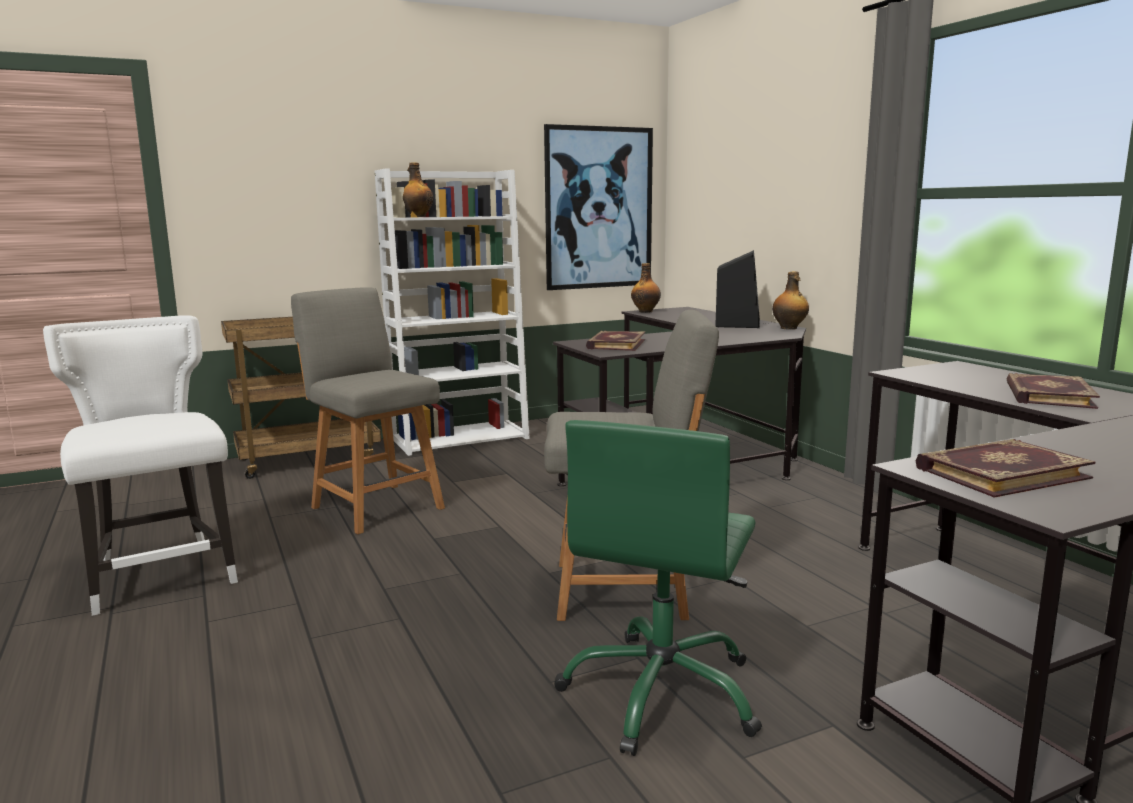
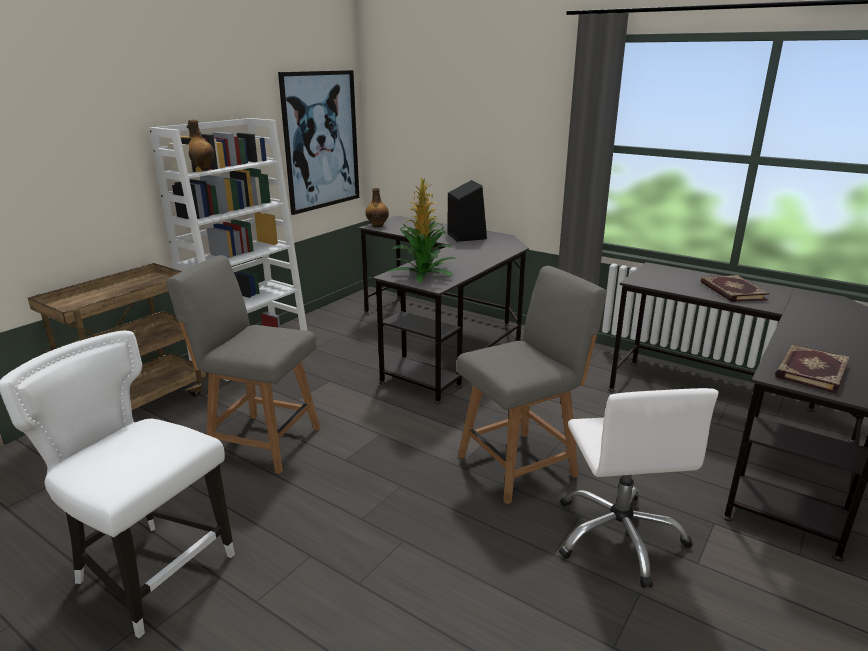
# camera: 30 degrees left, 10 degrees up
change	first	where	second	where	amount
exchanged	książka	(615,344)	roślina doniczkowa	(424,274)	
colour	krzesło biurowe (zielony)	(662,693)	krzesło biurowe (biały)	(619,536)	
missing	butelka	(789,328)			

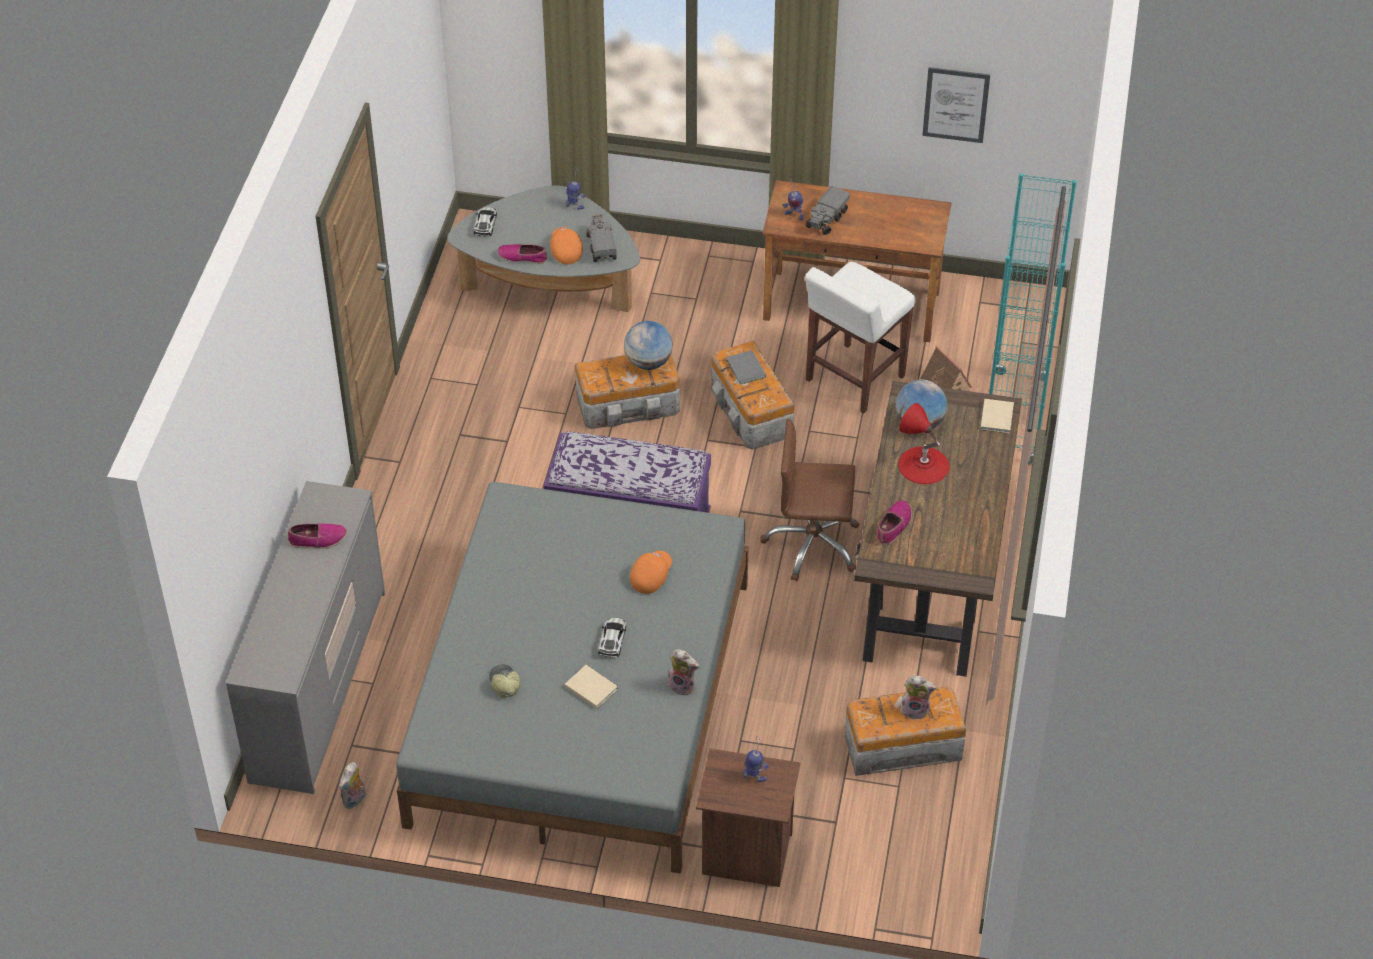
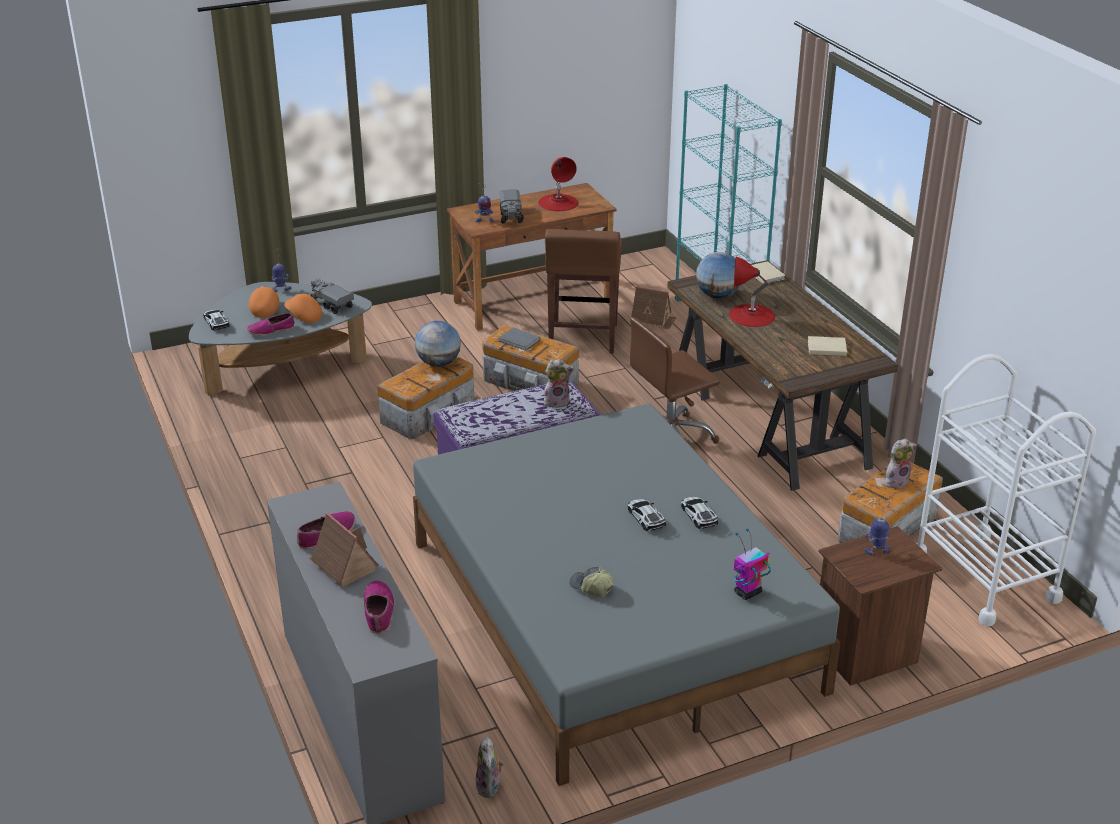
# camera: 35 degrees left, 15 degrees down
change	first	where	second	where	amount
relocated	czapka z daszkiem (pomarańczowy)	(650,577)		(264,308)	
appeared			domek	(343,565)	
relocated	but	(893,526)		(379,611)	
appeared			lampa stołowa (czerwony)	(558,202)	
relocated	pluszak	(683,685)		(557,401)	
colour	stołek (biały)	(854,379)	stołek (brązowy)	(583,338)	
appeared			samochodzik	(698,515)	
appeared			robot zabawkowy	(747,593)	
relocated	książka (beżowy)	(590,687)		(825,347)	
appeared			wózek (biały)	(984,577)	
missing	obraz	(956,104)			

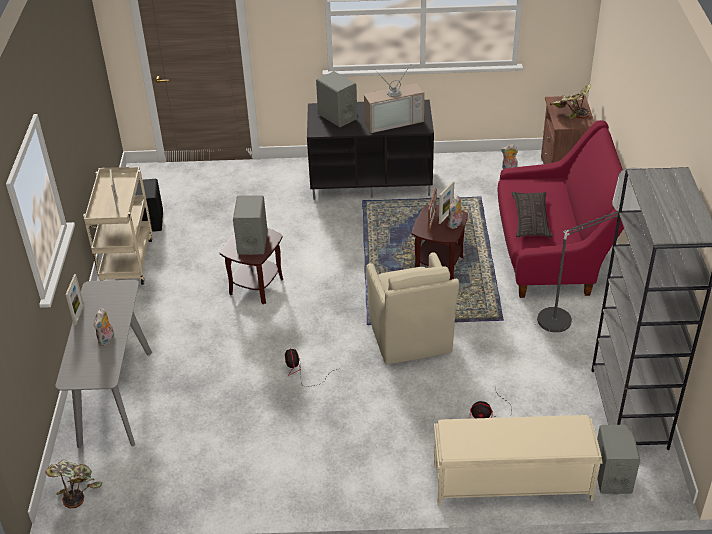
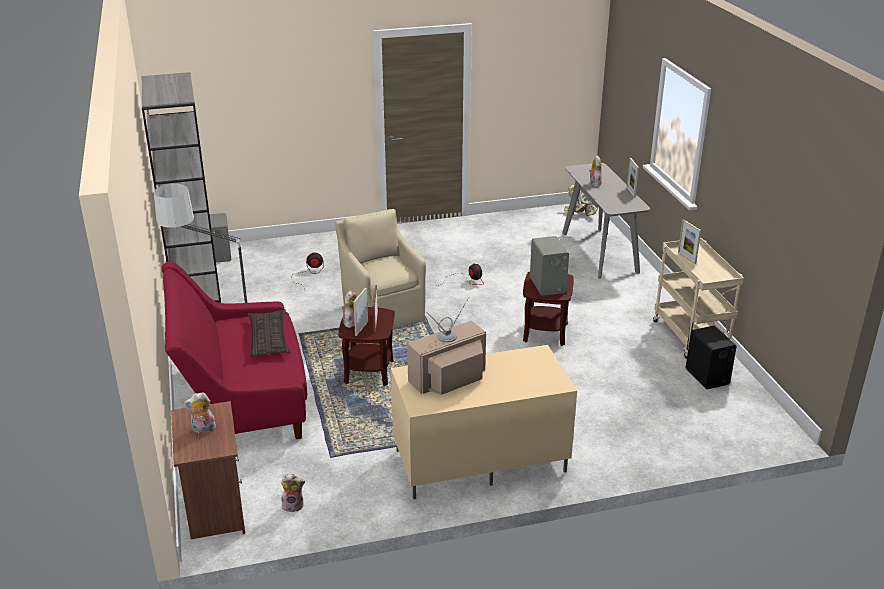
# camera: 165 degrees right, 10 degrees down
change	first	where	second	where	amount
exchanged	roślina doniczkowa	(570,112)	pluszak	(203,429)	
colour	szafka pod telewizor (czarny)	(371,180)	szafka pod telewizor (beżowy)	(479,462)	
missing	głośnik (szary)	(337,116)			
missing	ławka (beżowy)	(510,482)			

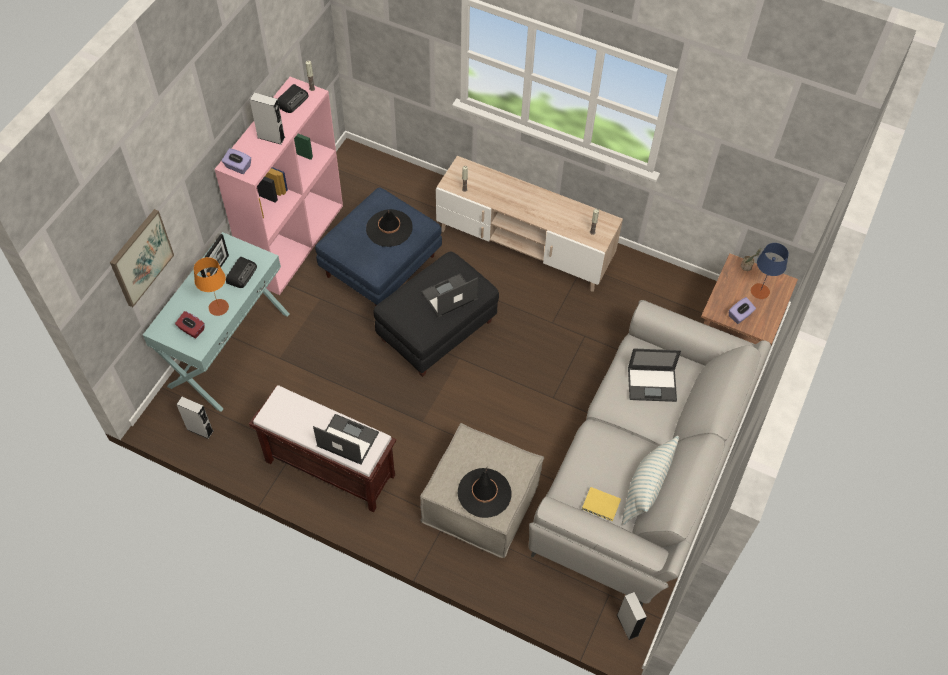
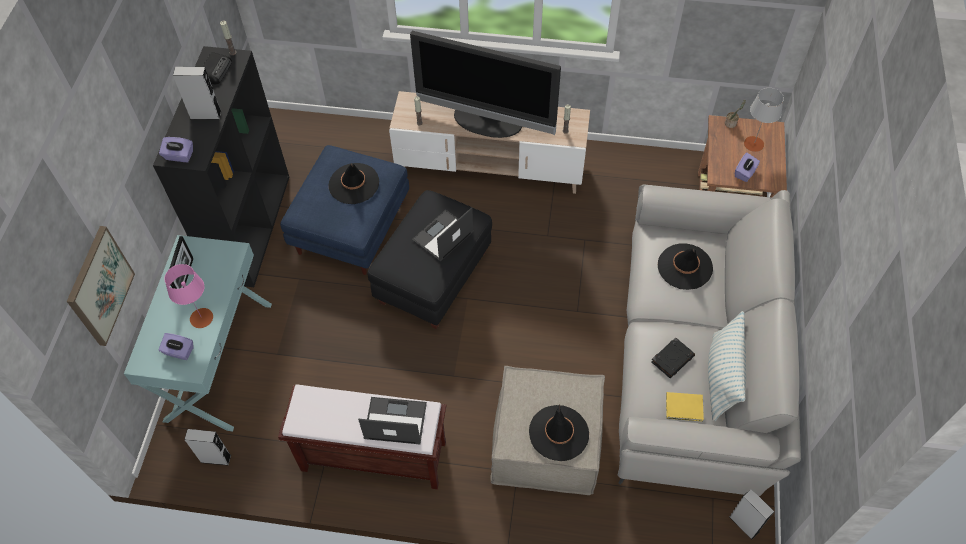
# camera: 15 degrees left, 0 degrees up
change	first	where	second	where	amount
colour	regał (różowy)	(294,241)	regał (czarny)	(250,226)	
colour	pudełko chusteczek (czerwony)	(191,330)	pudełko chusteczek (fioletowy)	(179,351)	
colour	lampa stołowa (pomarańczowy)	(218,307)	lampa stołowa (różowy)	(201,318)	
appeared			telewizor	(486,122)	
appeared			książka (czarny)	(672,359)	
exchanged	laptop	(652,384)	kapelusz (czarny)	(684,267)	
colour	lampa stołowa (niebieski)	(760,291)	lampa stołowa (szary)	(754,144)	
missing	radio	(242,274)			

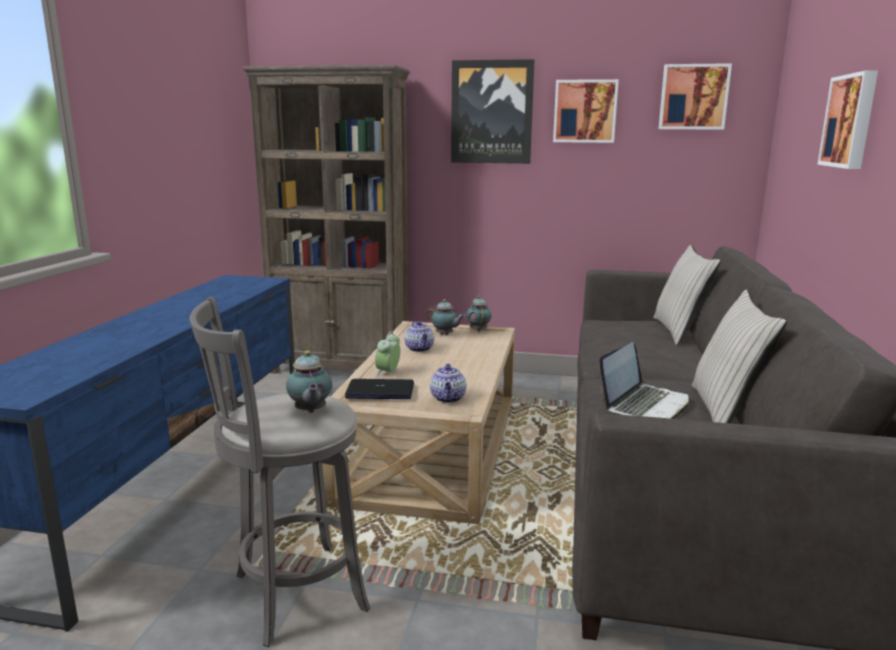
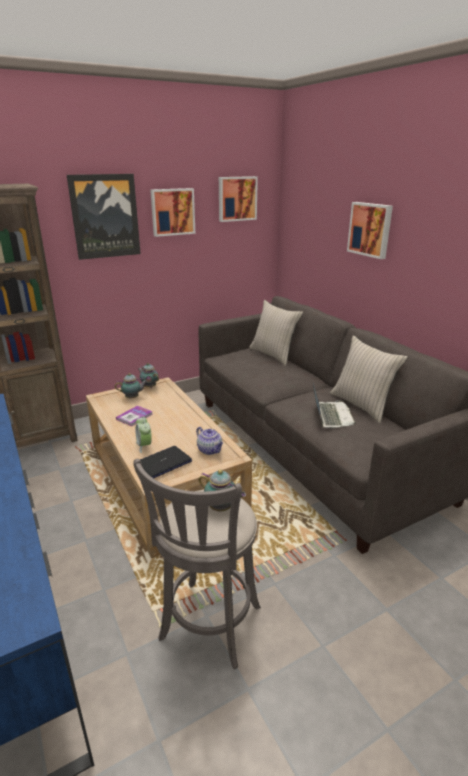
# camera: 40 degrees left, 10 degrees up
change	first	where	second	where	amount
exchanged	imbryk	(420,349)	książka	(134,416)	

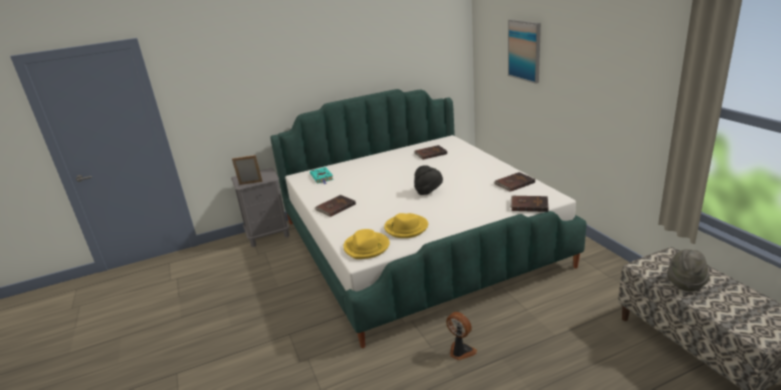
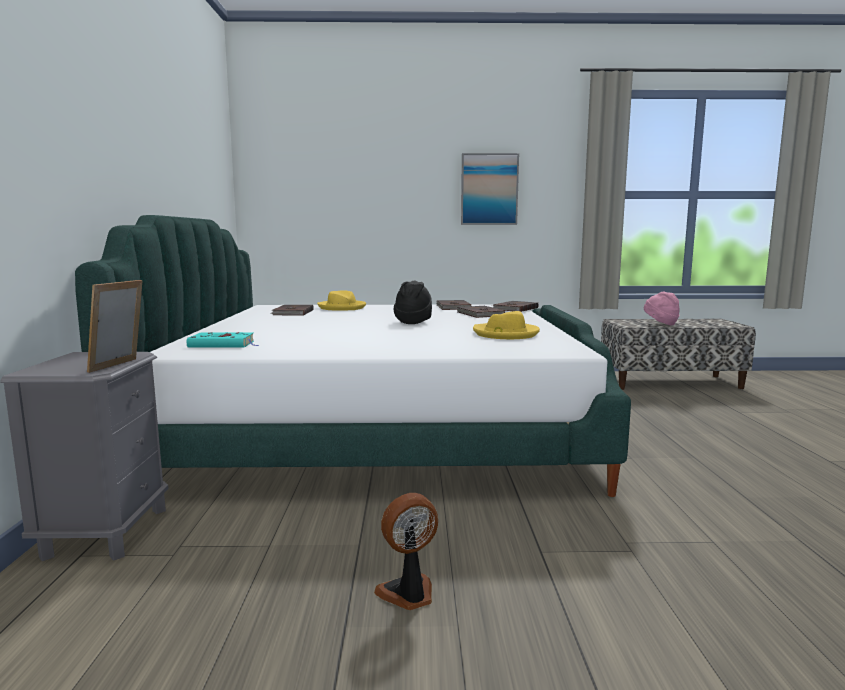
# camera: 70 degrees left, 15 degrees down
change	first	where	second	where	amount
relocated	kapelusz (żółty)	(367,247)		(342,307)	
relocated	wentylator	(460,352)		(408,594)	
relocated	książka (brązowy)	(335,207)		(479,314)	
relocated	obraz	(524,50)		(489,189)	
colour	kapelusz (szary)	(685,282)	kapelusz (różowy)	(660,324)	

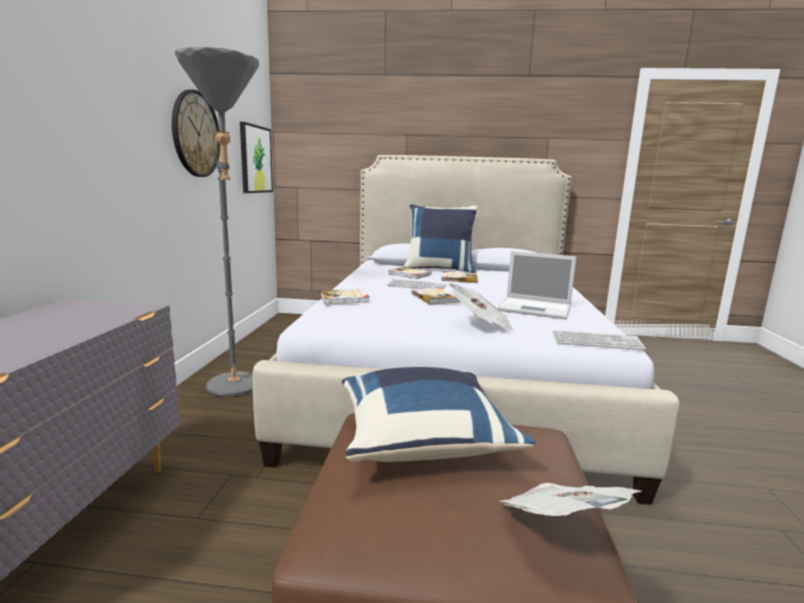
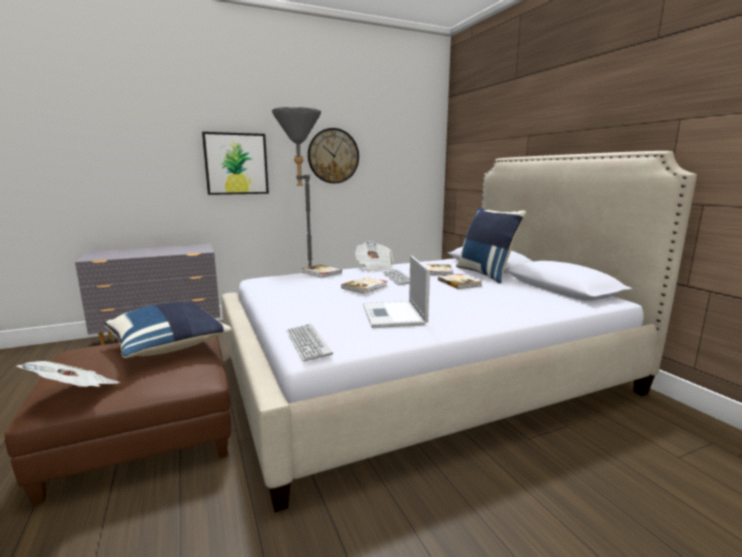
# camera: 60 degrees right, 0 degrees up
change	first	where	second	where	amount
relocated	obraz	(255,159)		(236,164)	
relocated	gazeta	(481,324)		(374,267)	

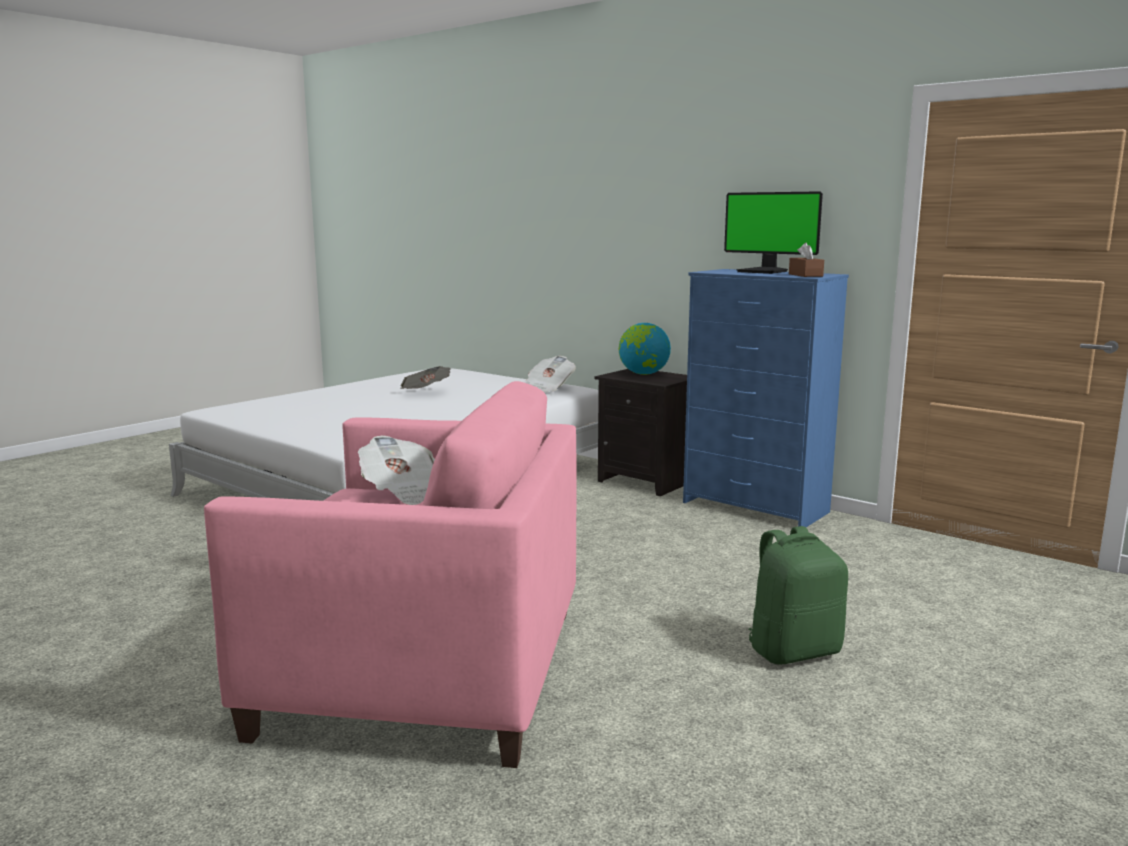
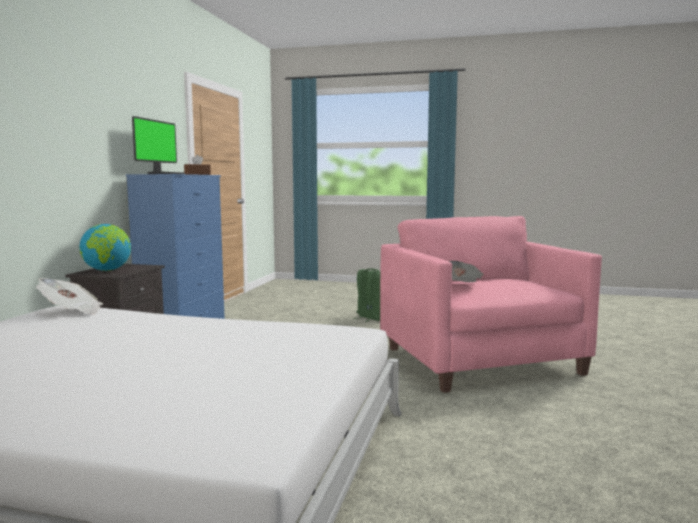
# camera: 115 degrees left, 5 degrees down
change	first	where	second	where	amount
missing	gazeta	(425,392)			

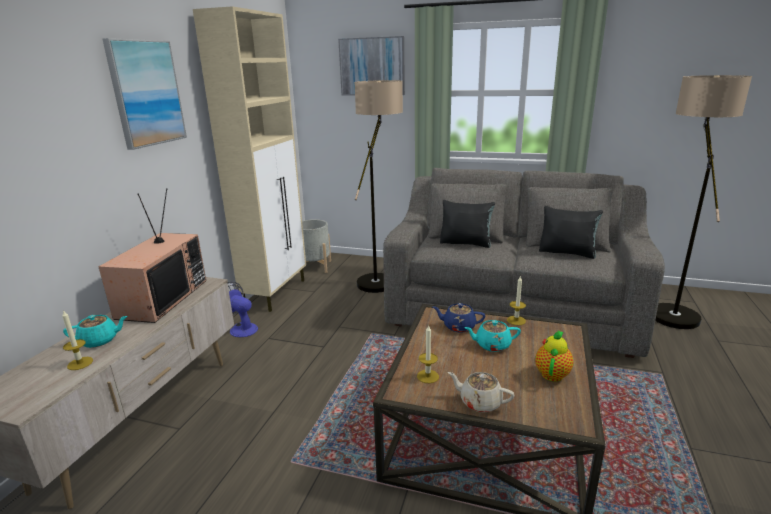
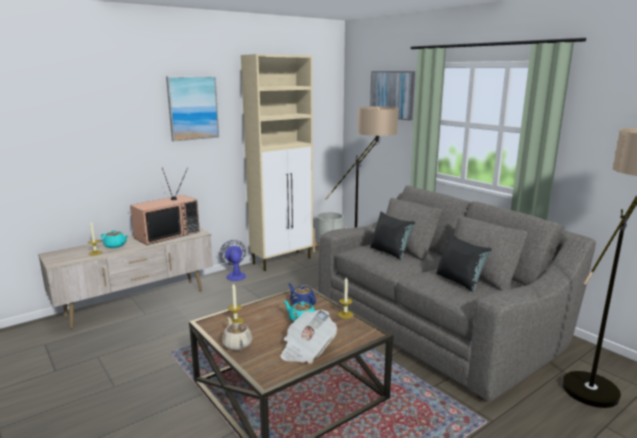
# camera: 35 degrees right, 5 degrees down
change	first	where	second	where	amount
exchanged	imbryk	(552,373)	gazeta	(307,350)	

